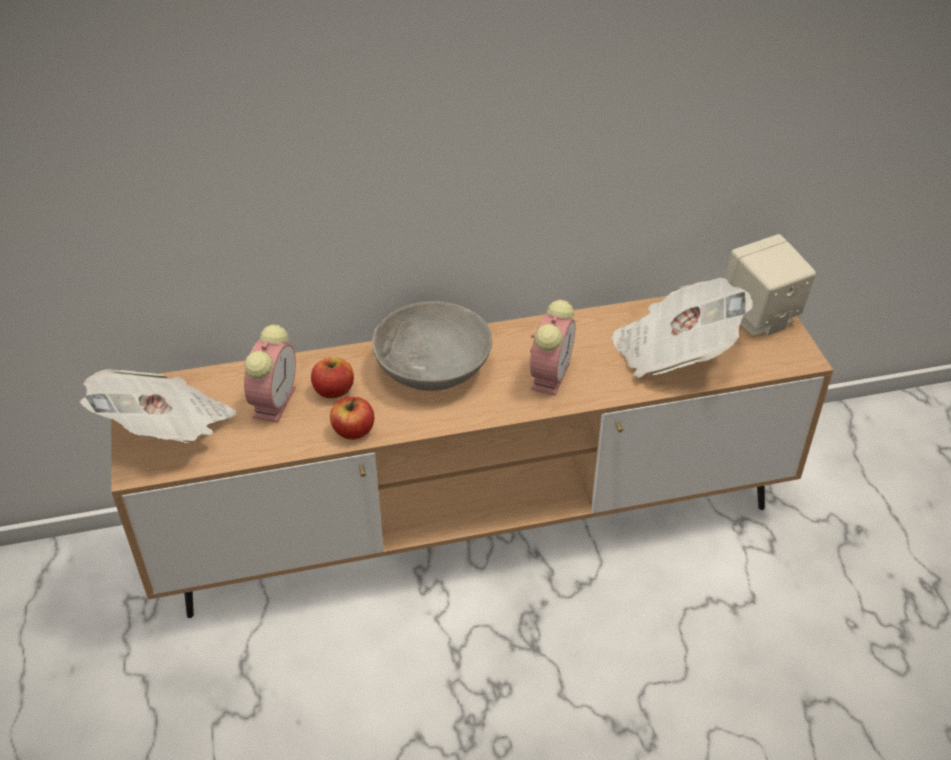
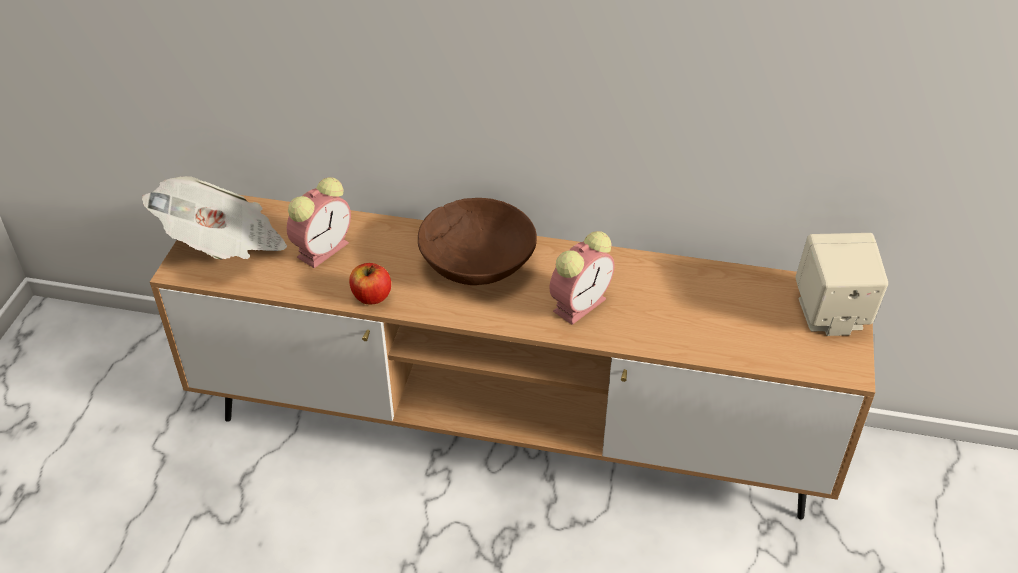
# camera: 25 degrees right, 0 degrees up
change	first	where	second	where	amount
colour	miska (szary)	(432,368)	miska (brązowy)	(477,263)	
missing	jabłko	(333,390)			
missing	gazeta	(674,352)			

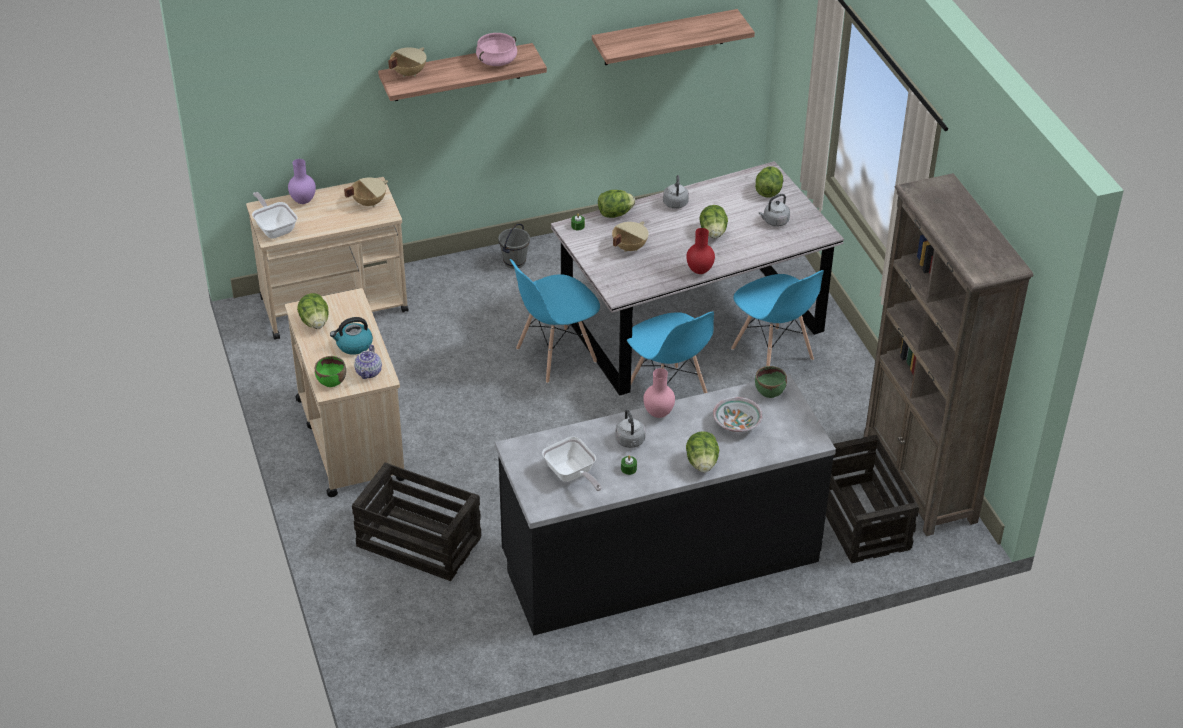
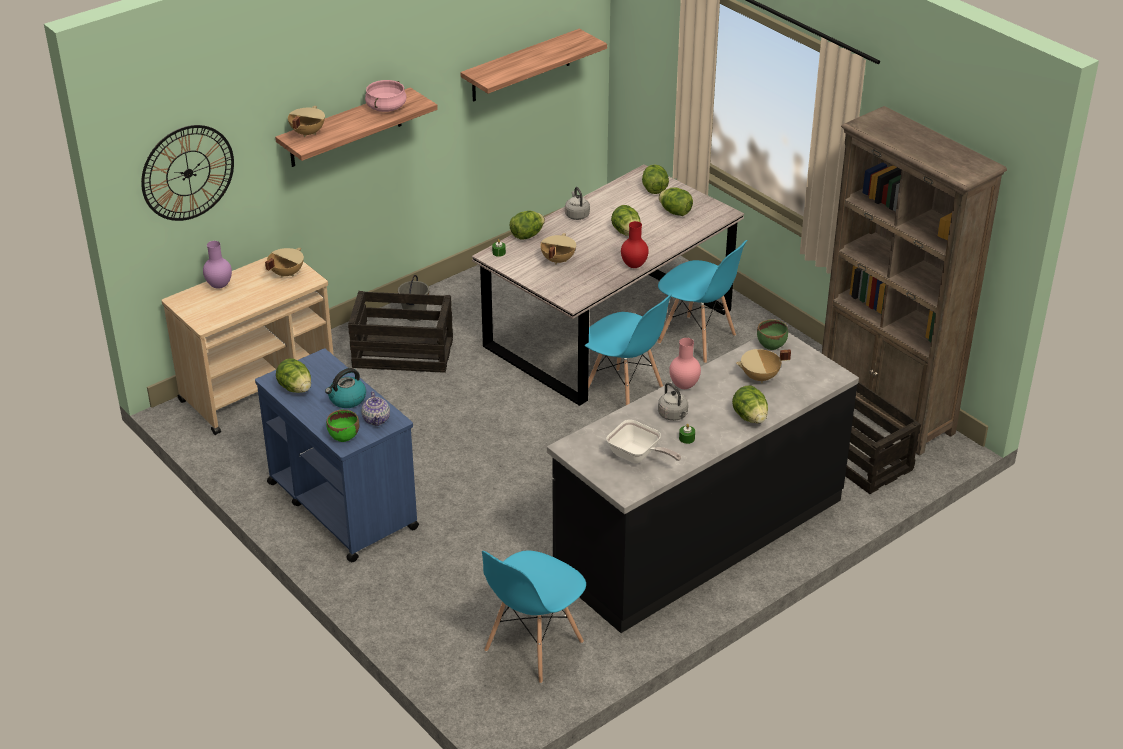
# camera: 20 degrees left, 5 degrees down
change	first	where	second	where	amount
appeared			zegar ścienny	(188,173)	
colour	wózek (beżowy)	(350,438)	wózek (niebieski)	(341,504)	
relocated	skrzynka	(418,542)		(402,353)	
relocated	krzesło (niebieski)	(555,355)		(533,647)	
exchanged	czajnik (szary)	(774,222)	sałata	(675,212)	
exchanged	miska	(737,424)	garnek (beżowy)	(760,377)	
missing	patelnia	(274,228)			

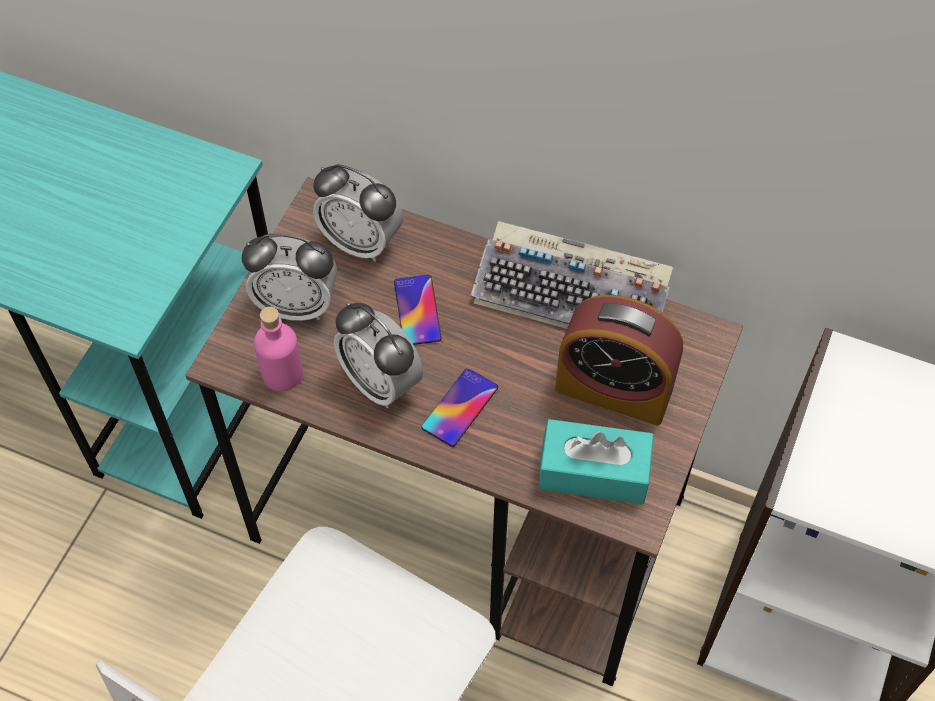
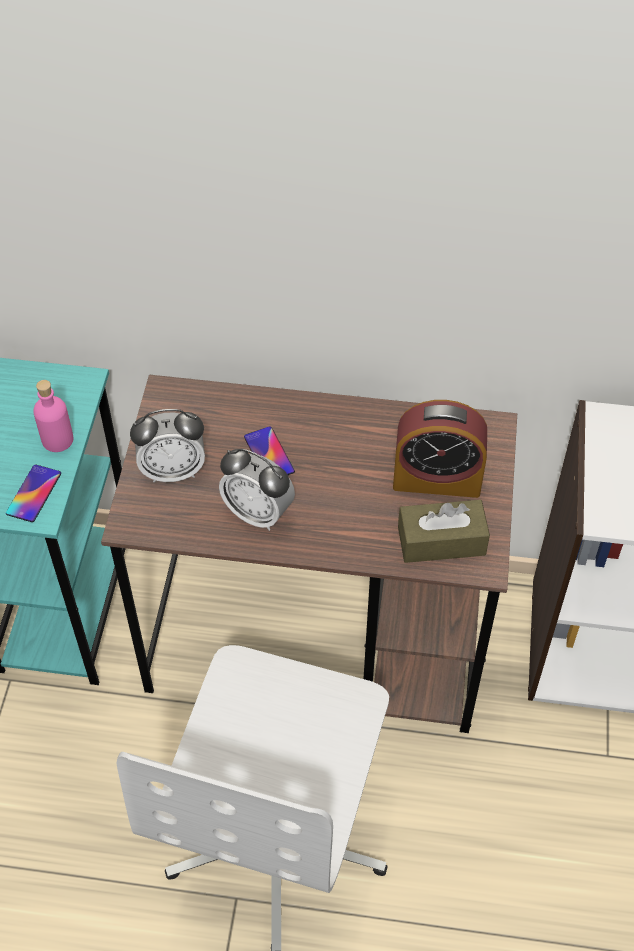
# camera: 15 degrees left, 5 degrees down
change	first	where	second	where	amount
relocated	telefon	(460,407)		(34,493)	
relocated	butelka (różowy)	(282,374)		(57,440)	
colour	pudełko chusteczek (turkusowy)	(593,472)	pudełko chusteczek (brązowy)	(441,541)	
missing	budzik	(361,242)			
missing	klawiatura	(574,295)			

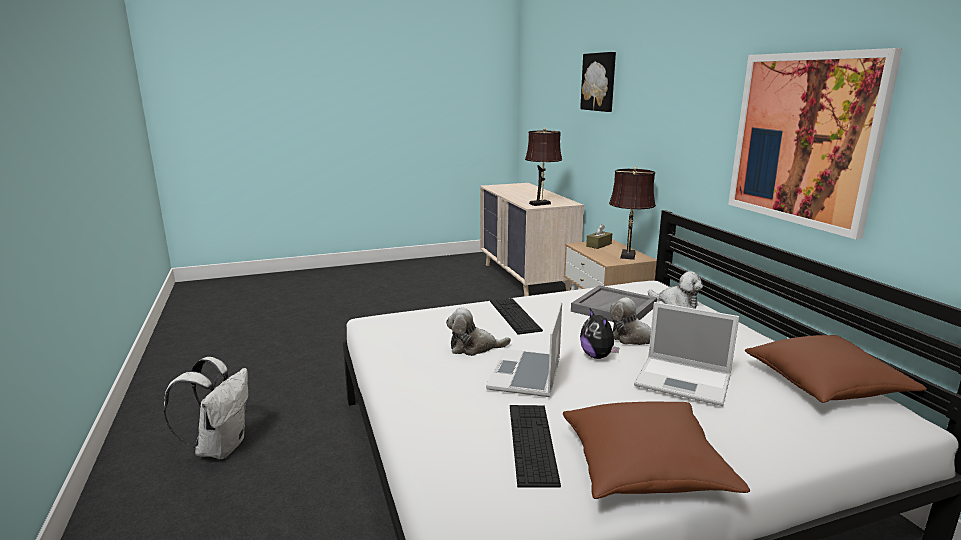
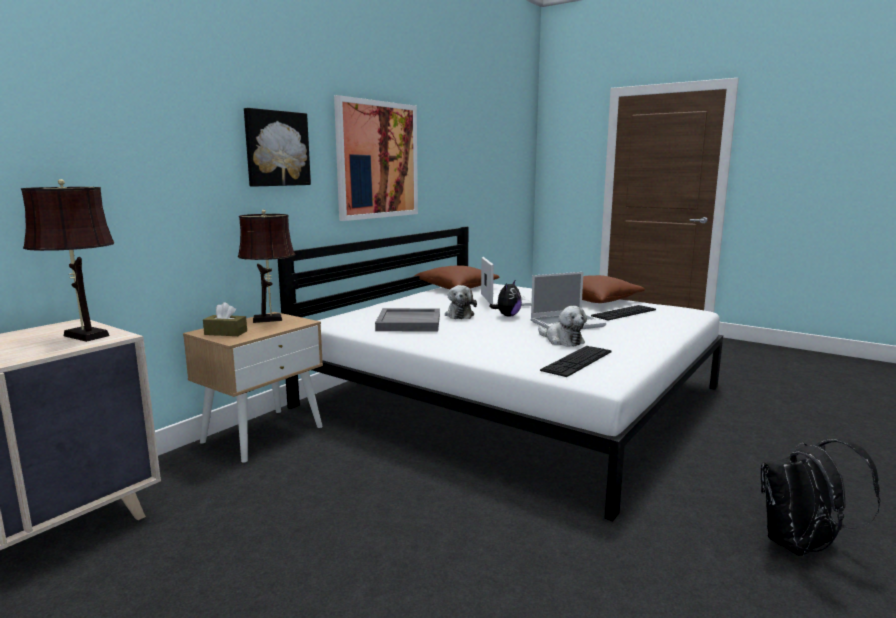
# camera: 125 degrees left, 5 degrees down
change	first	where	second	where	amount
relocated	obraz	(599,82)		(276,148)	
relocated	klawiatura	(514,315)		(577,361)	
colour	plecak (biały)	(220,447)	plecak (czarny)	(801,547)	
missing	pluszak	(676,303)			

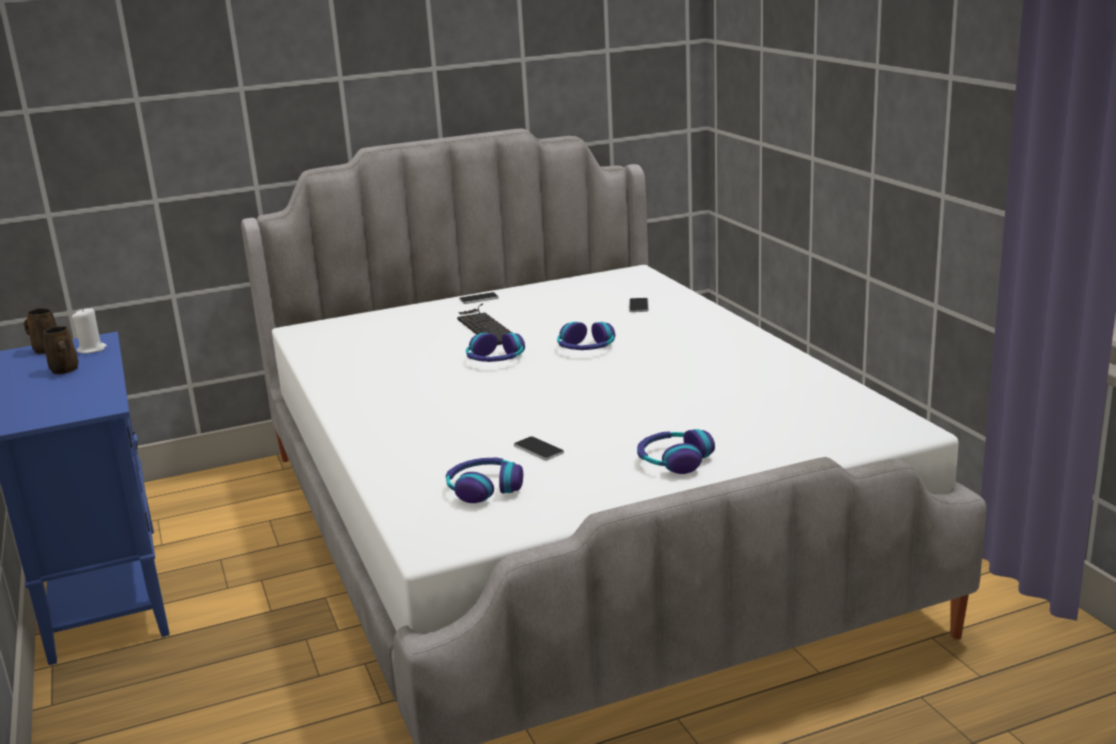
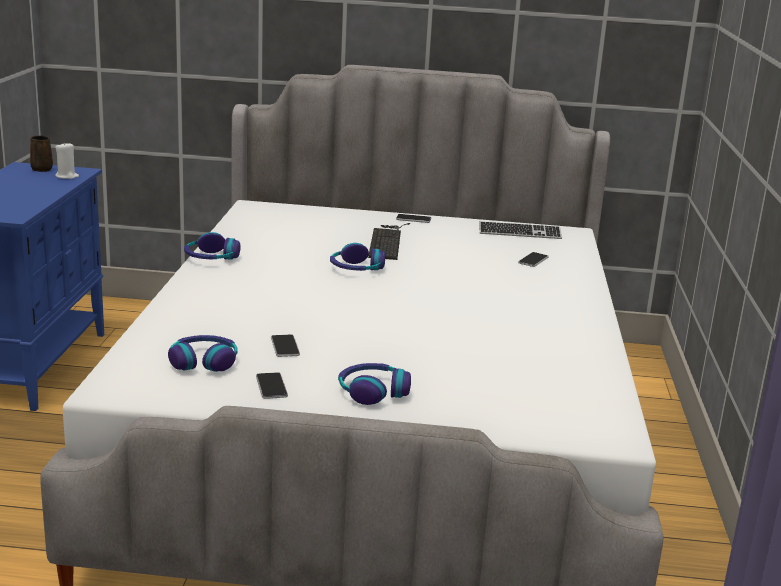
# camera: 25 degrees right, 0 degrees up
change	first	where	second	where	amount
relocated	słuchawki	(586,348)		(211,258)	
appeared			telefon	(271,386)	
appeared			klawiatura	(519,233)	
missing	kubek (brązowy)	(65,370)			

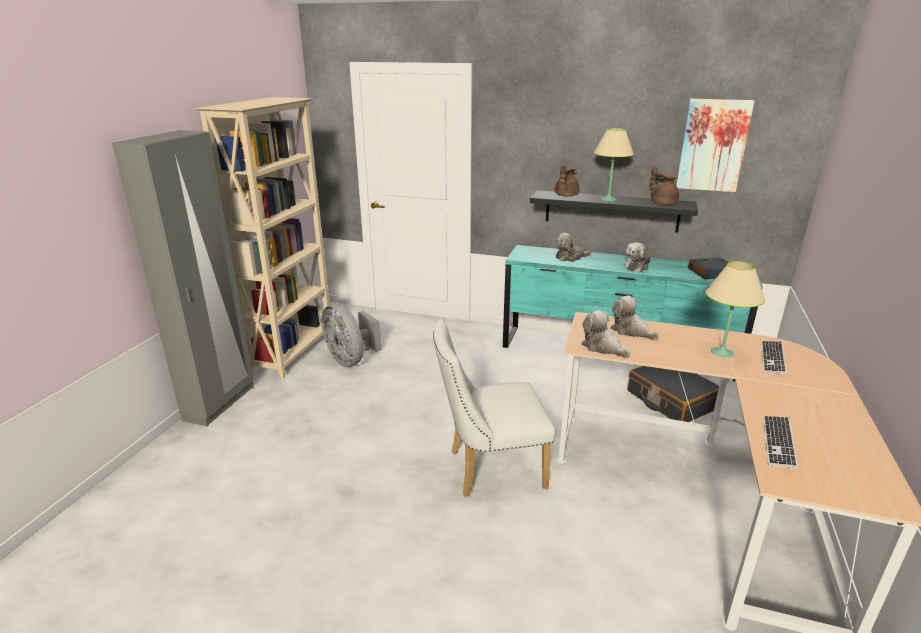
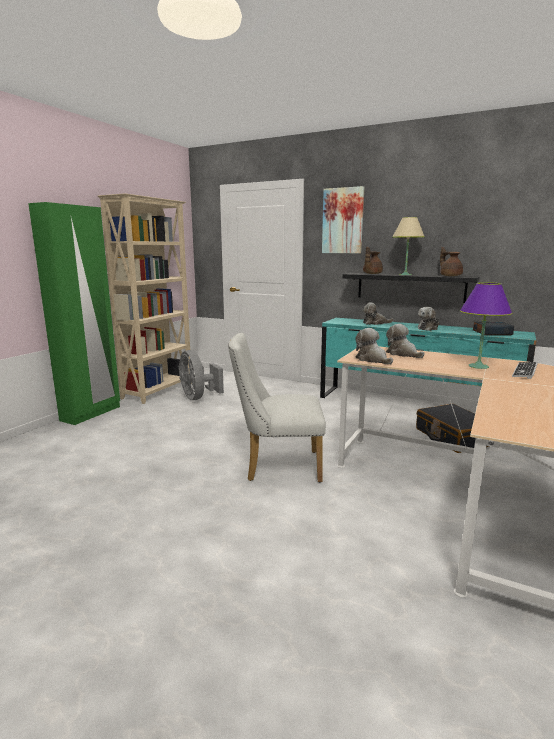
# camera: 10 degrees right, 10 degrees down
change	first	where	second	where	amount
colour	szafa (szary)	(220,403)	szafa (zielony)	(91,413)	
relocated	obraz	(713,145)		(343,221)	
colour	lampa stołowa (beżowy)	(721,352)	lampa stołowa (fioletowy)	(478,366)	
missing	klawiatura	(778,442)			

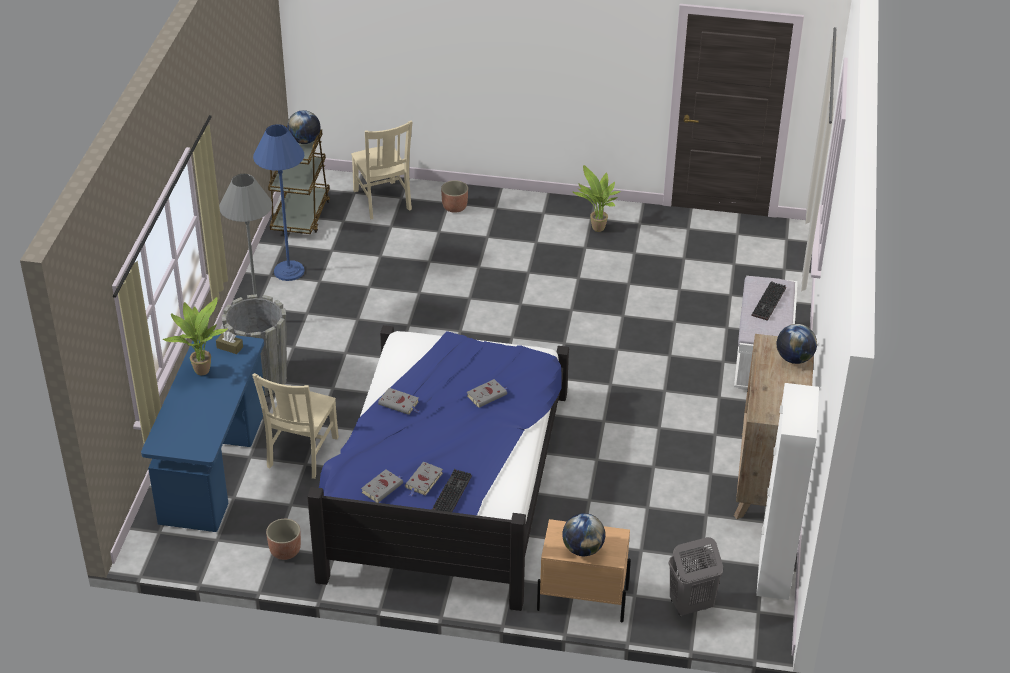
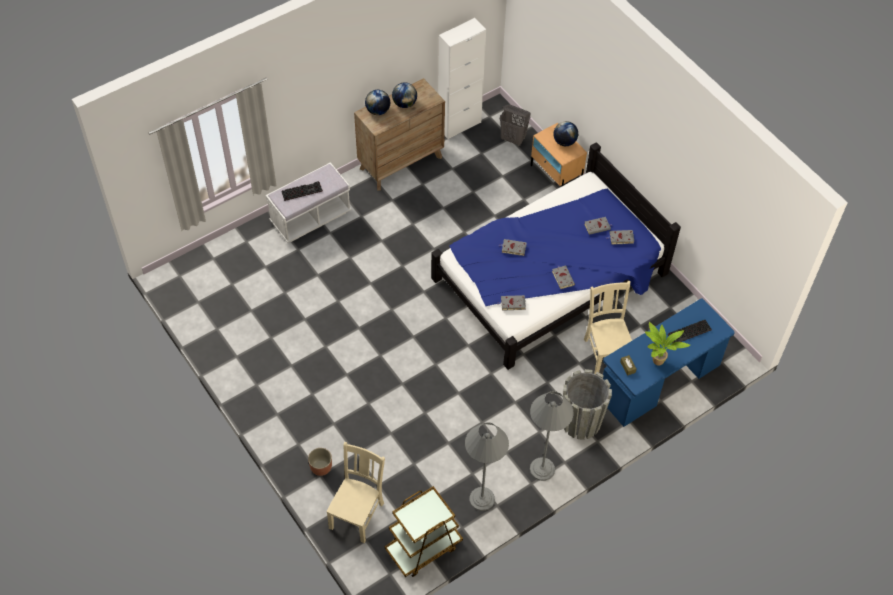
# camera: 135 degrees left, 15 degrees up
change	first	where	second	where	amount
relocated	globus	(304,141)		(404,103)	
colour	lampa stojąca (niebieski)	(289,271)	lampa stojąca (szary)	(482,499)	
appeared			książka (szary)	(512,304)	
spun	krzesło (beżowy)	(301,454)		(606,352)	75 degrees counterclockwise
relocated	klawiatura	(450,494)		(689,333)	
missing	donica	(285,551)			
missing	roślina doniczkowa	(596,229)			

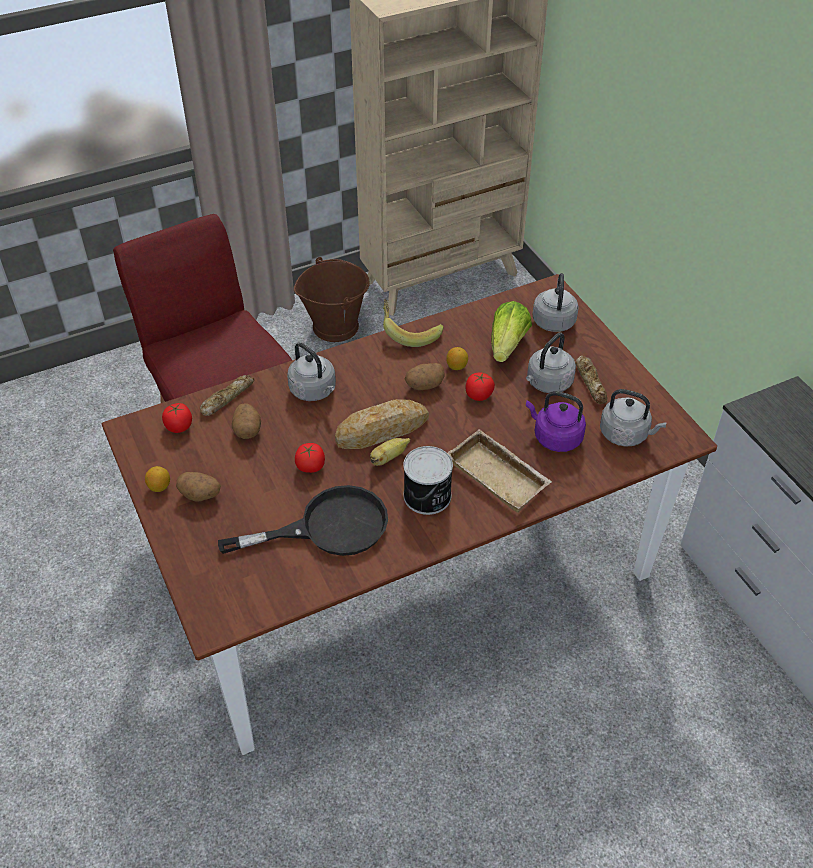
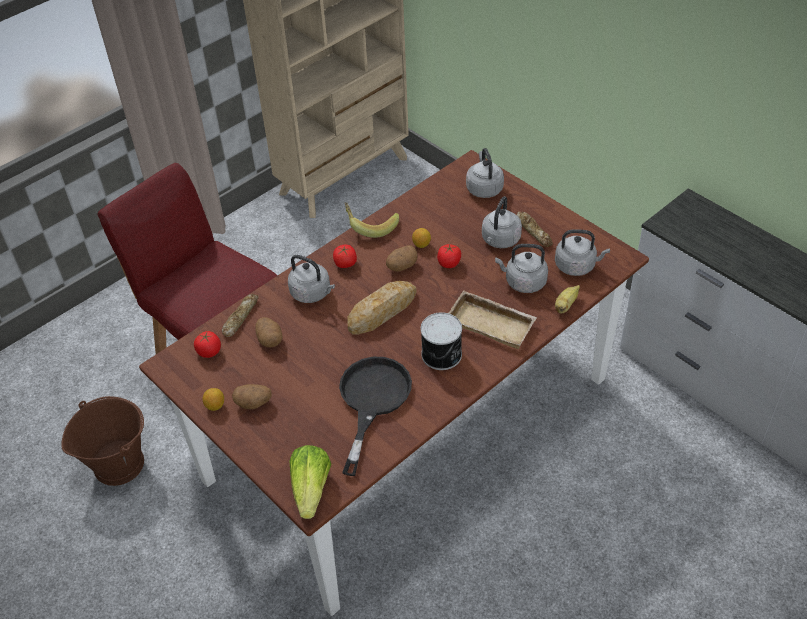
# camera: 15 degrees left, 0 degrees up
change	first	where	second	where	amount
relocated	wiadro (brązowy)	(335,326)		(119,463)	
relocated	sałata	(507,345)		(311,489)	
relocated	pomidor	(310,466)		(345,263)	
spun	patelnia (czarny)	(328,527)		(372,401)	45 degrees counterclockwise
colour	czajnik (fioletowy)	(555,437)	czajnik (szary)	(523,282)	
relocated	banan	(388,458)		(566,305)	

